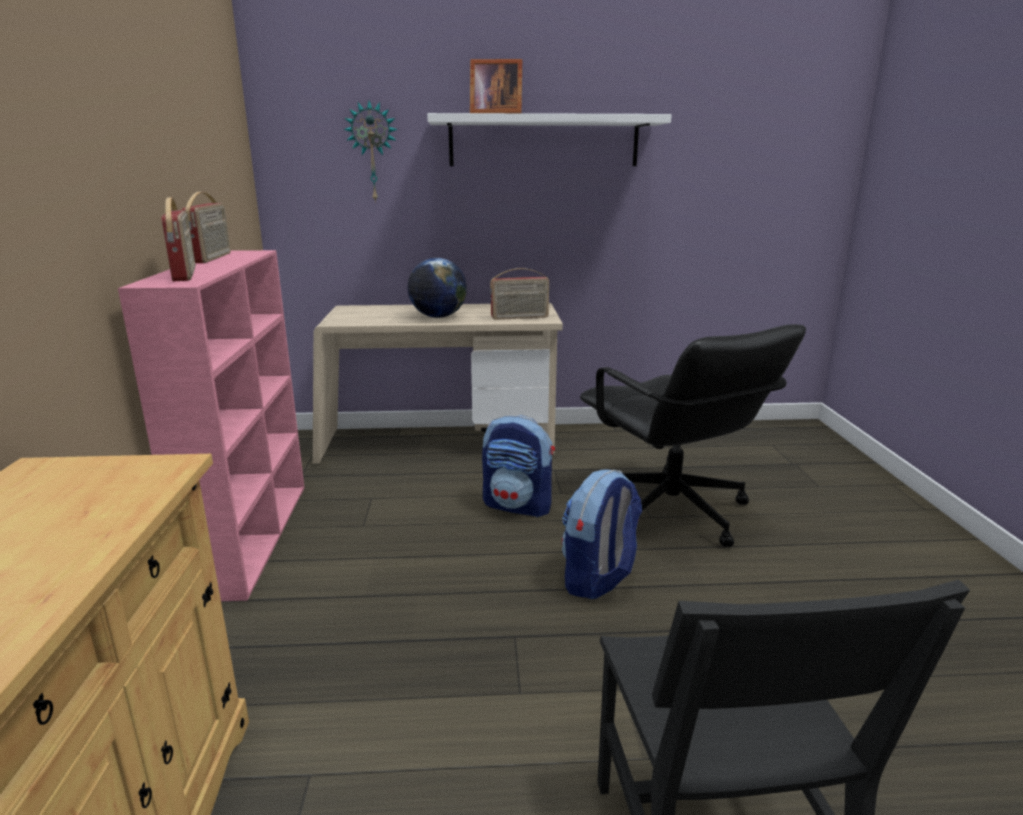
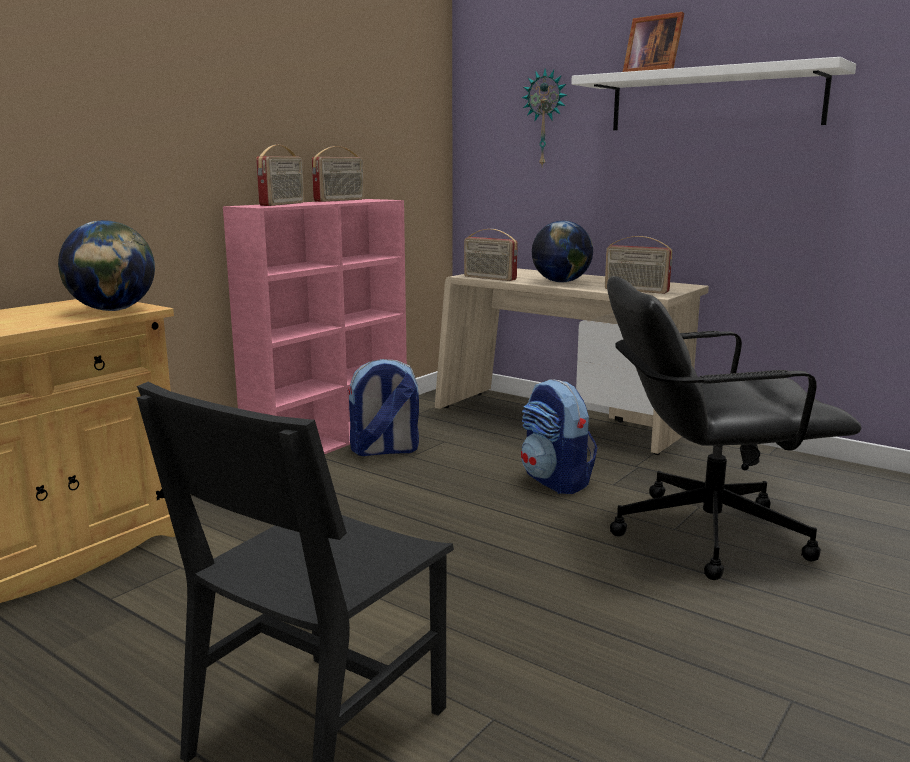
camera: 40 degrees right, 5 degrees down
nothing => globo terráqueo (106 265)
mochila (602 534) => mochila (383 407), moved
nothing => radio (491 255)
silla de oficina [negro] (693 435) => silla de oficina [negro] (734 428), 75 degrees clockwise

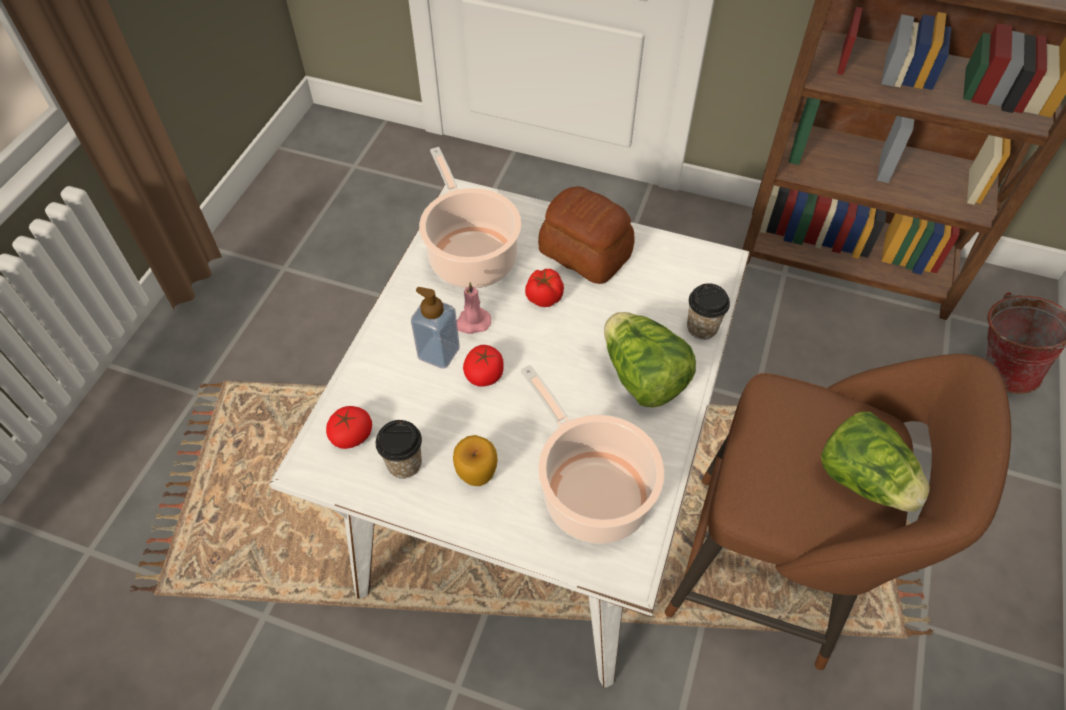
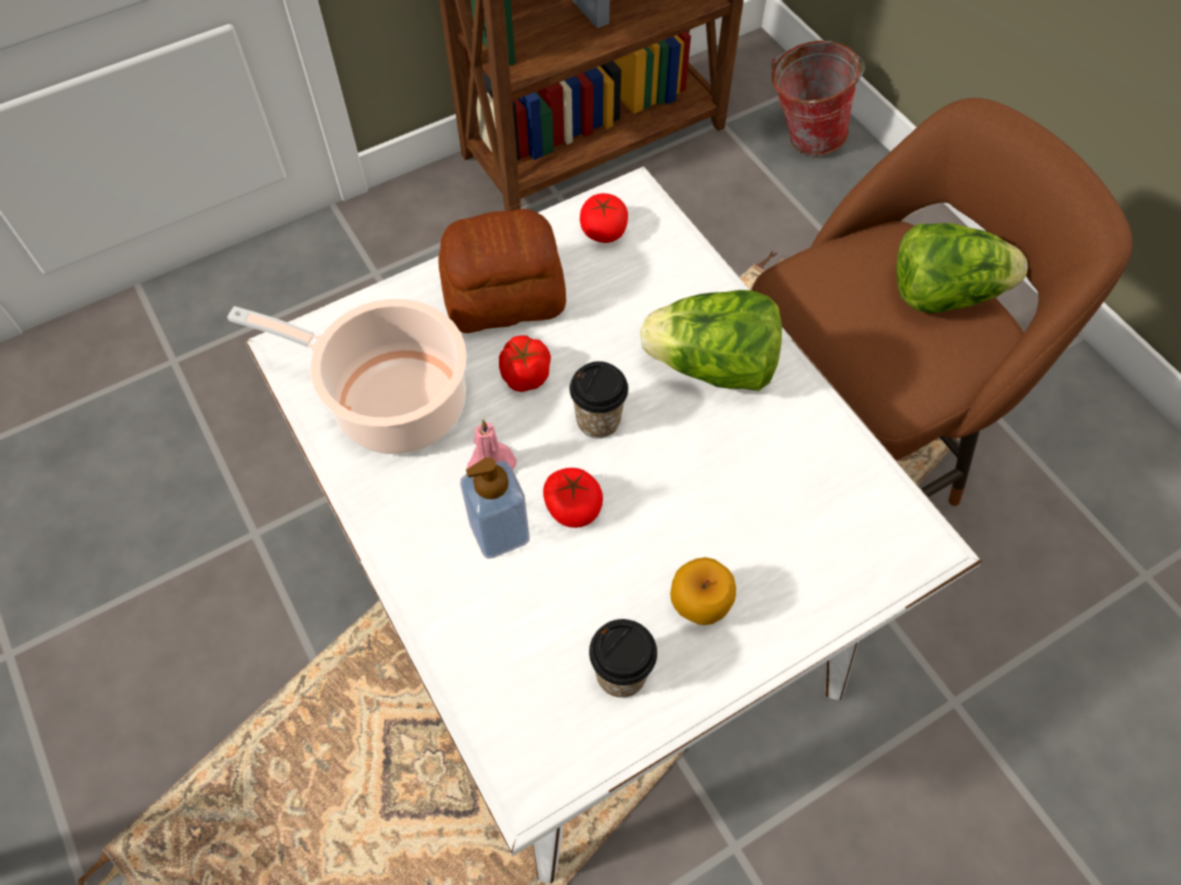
camera: 50 degrees left, 5 degrees up
taza (708 311) => taza (599 400), moved
tomate (349 427) => tomate (604 218), moved
olla (592 454) => nothing

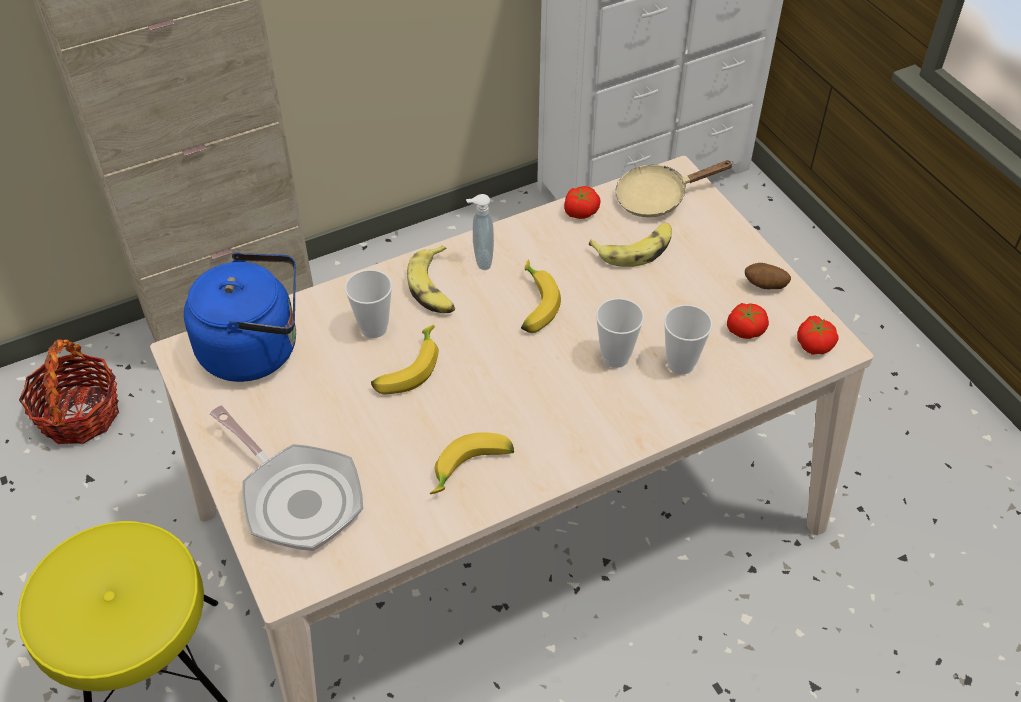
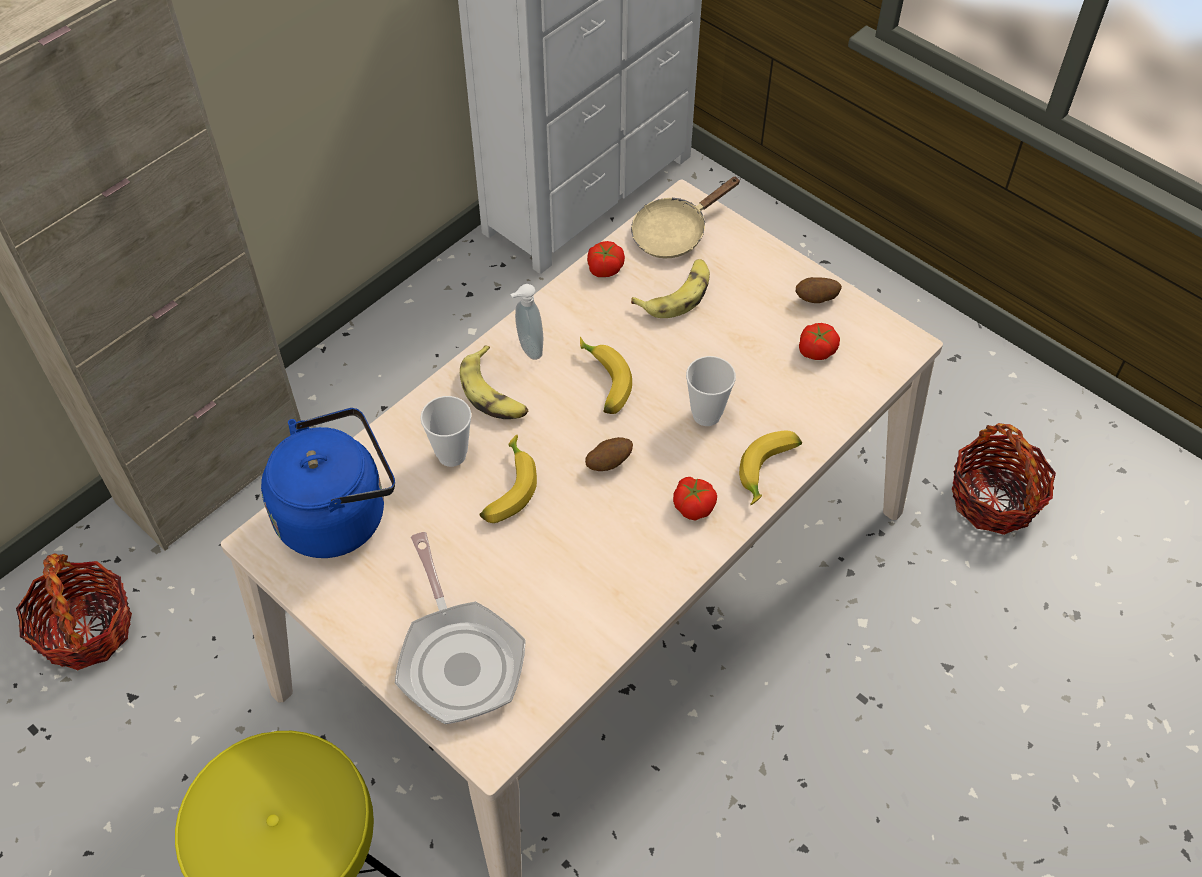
camera: 20 degrees left, 5 degrees up
sartén (286 478) => sartén (460 628), 45 degrees clockwise
nothing => patata (609 454)
tomate (817 335) => tomate (695 499), moved
plátano (472 463) => plátano (770 468), moved
nothing => cesta (1004 479)
taza (688 339) => nothing

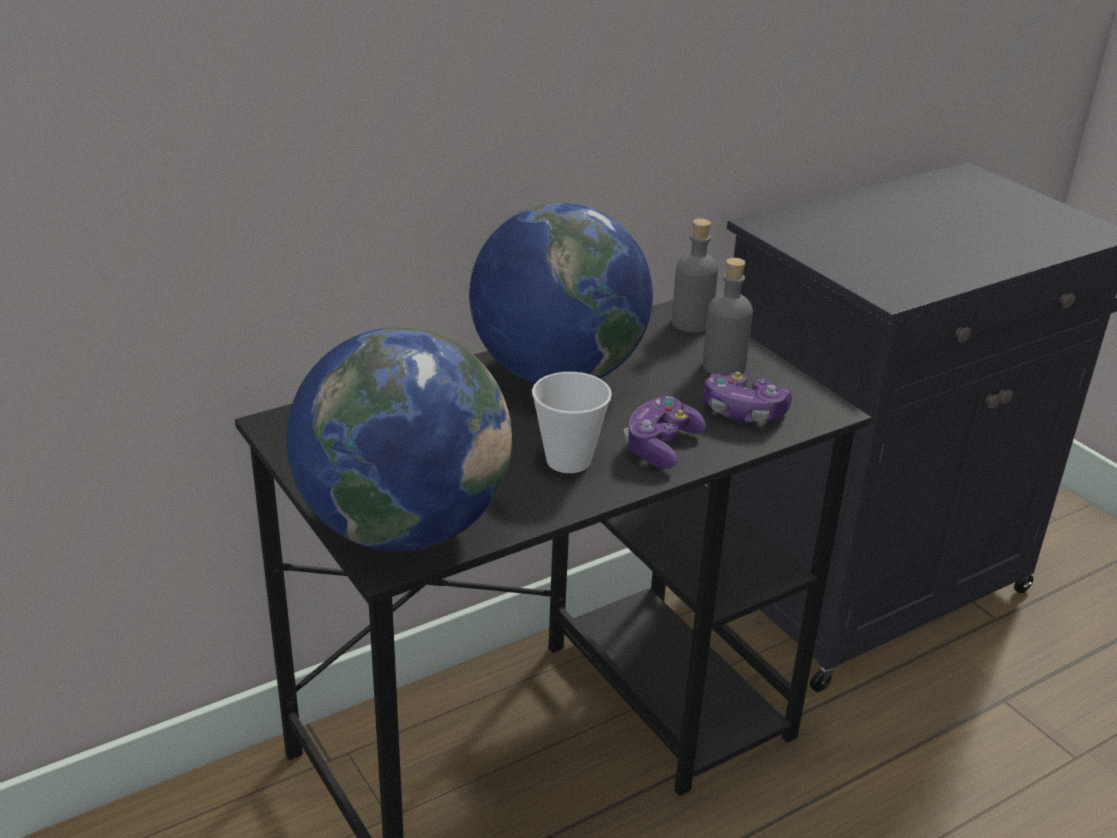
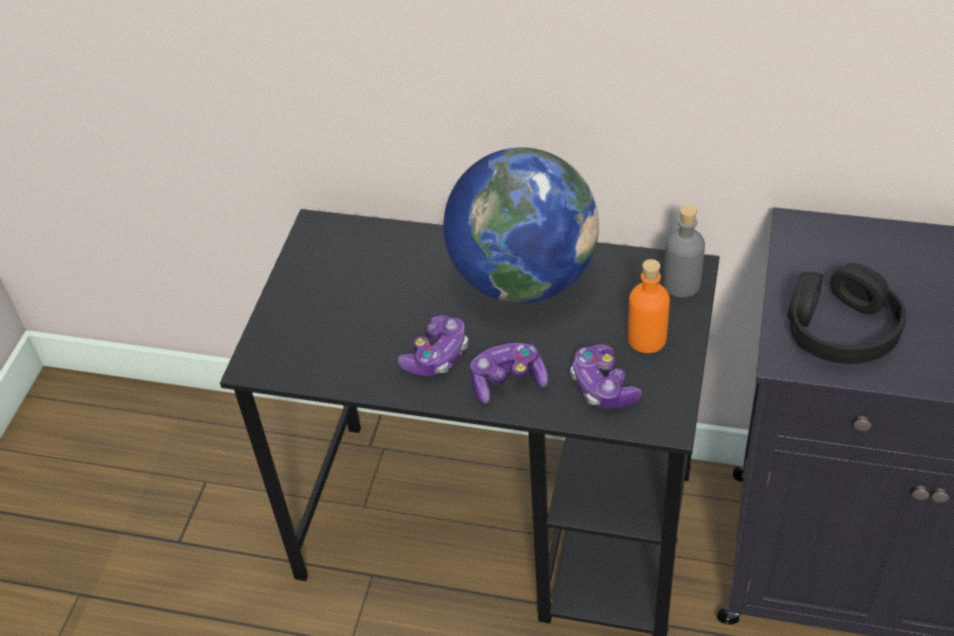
camera: 50 degrees right, 15 degrees up
taza (572 422) => mando de consola (432 345)
botella [gris] (728 317) => botella [naranja] (649 306)
nothing => auriculares [negro] (847 313)
globo terráqueo (399 439) => nothing

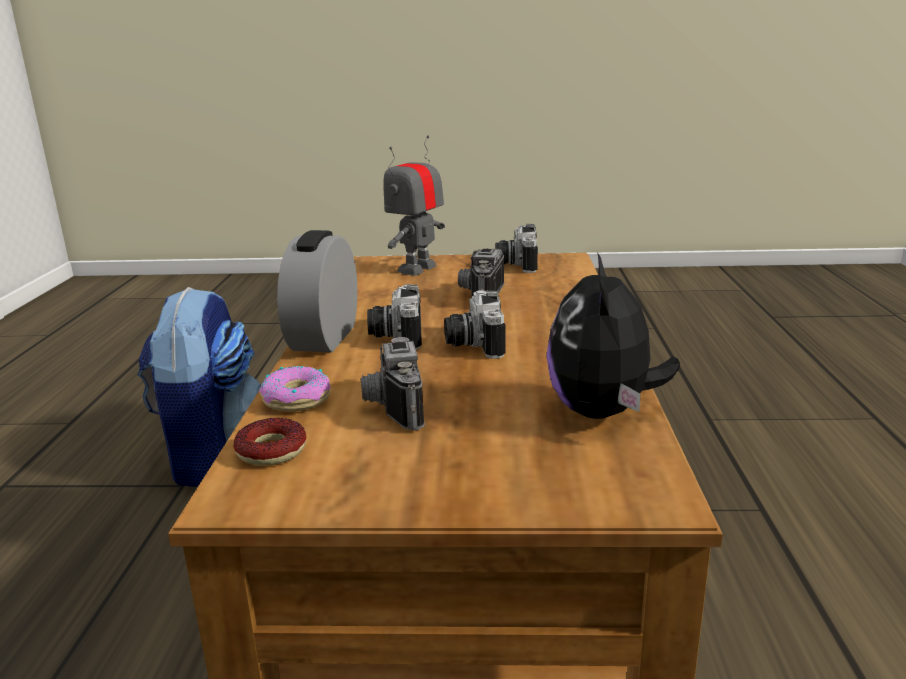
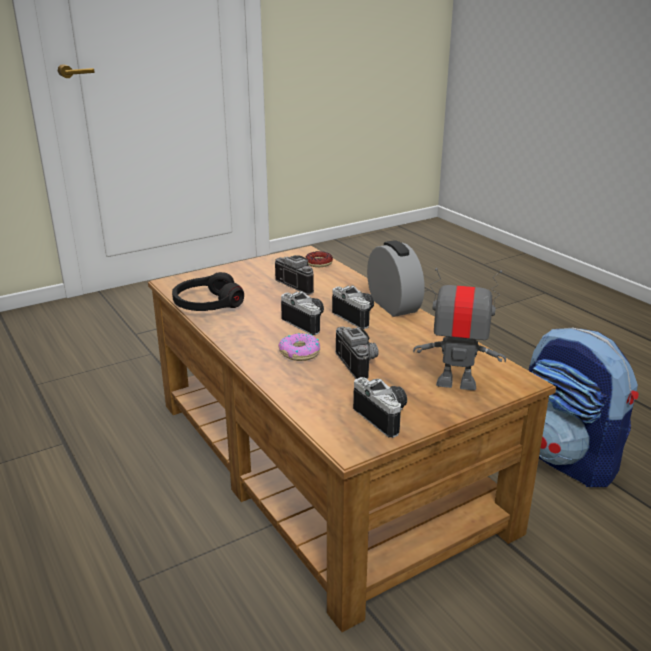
camera: 145 degrees right, 5 degrees up
peluche (613 335) => auriculares [negro] (208 291)
rosquilla (294 389) => rosquilla (299 347), moved
robot de juguete (414 205) => robot de juguete (459 329), 75 degrees counterclockwise

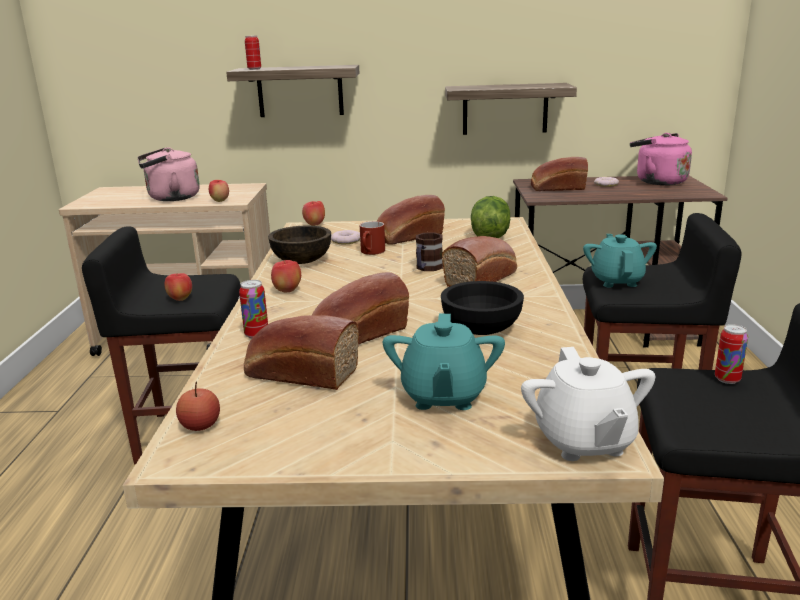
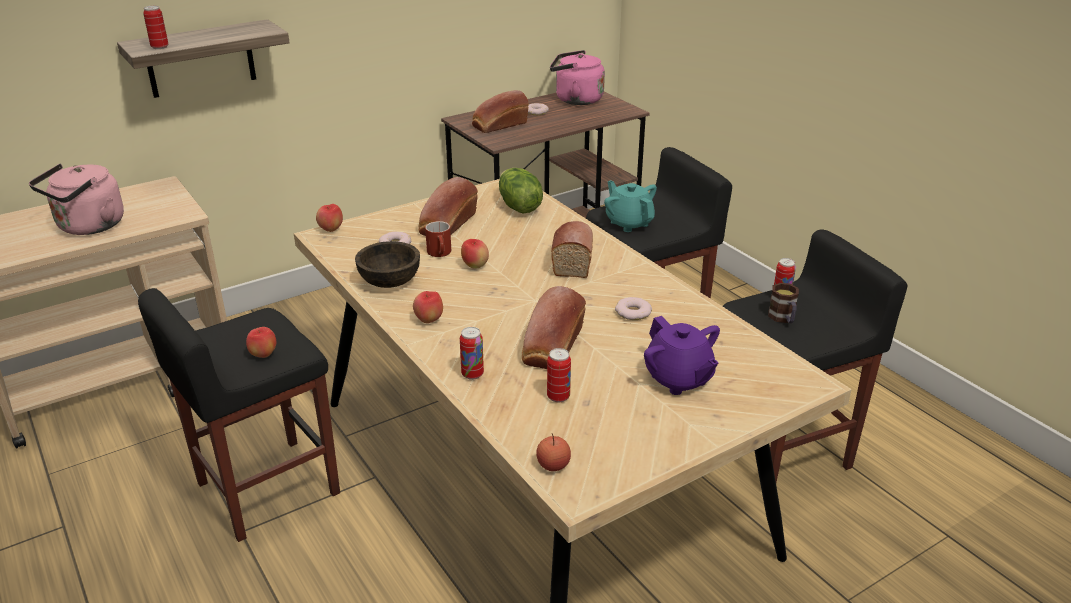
camera: 35 degrees left, 10 degrees up
manzana (219 191) => manzana (475 254), moved
pan (301 352) => lata (559 375)
cuenco [negro] (482 308) => rosquilla (633 308)
tetera [turquesa] (444 362) => tetera [morado] (682 355)
taza grande (429 252) => taza grande (783 303), moved
estante (511 109) => nothing
tetera [blanco] (588 404) => nothing

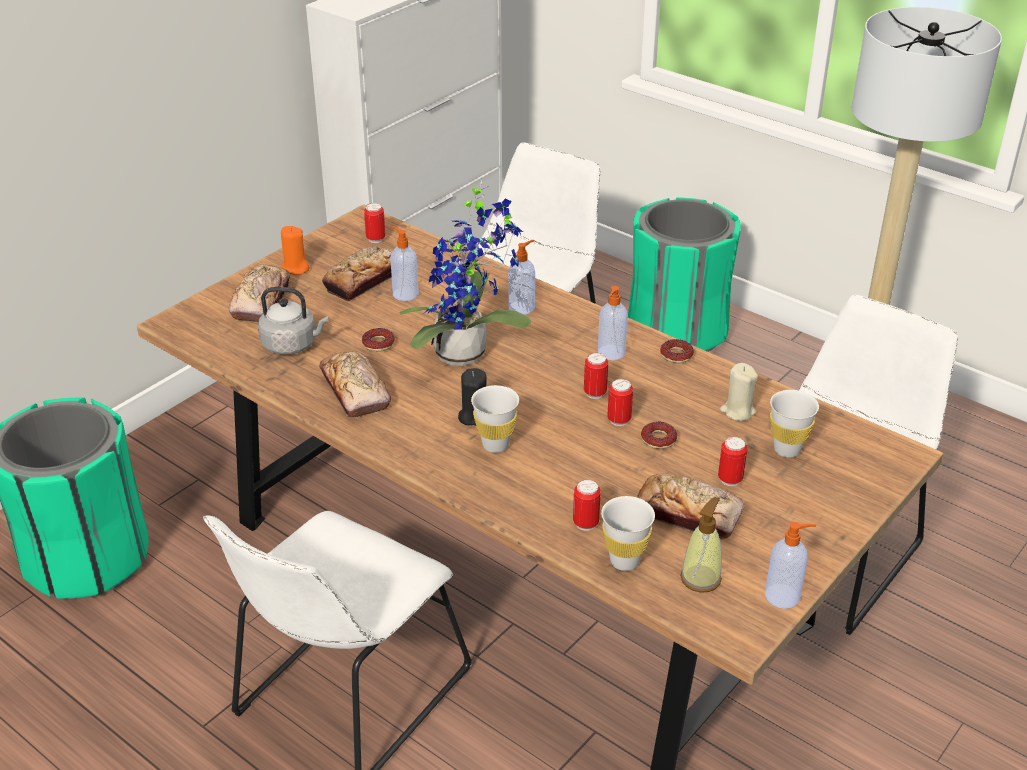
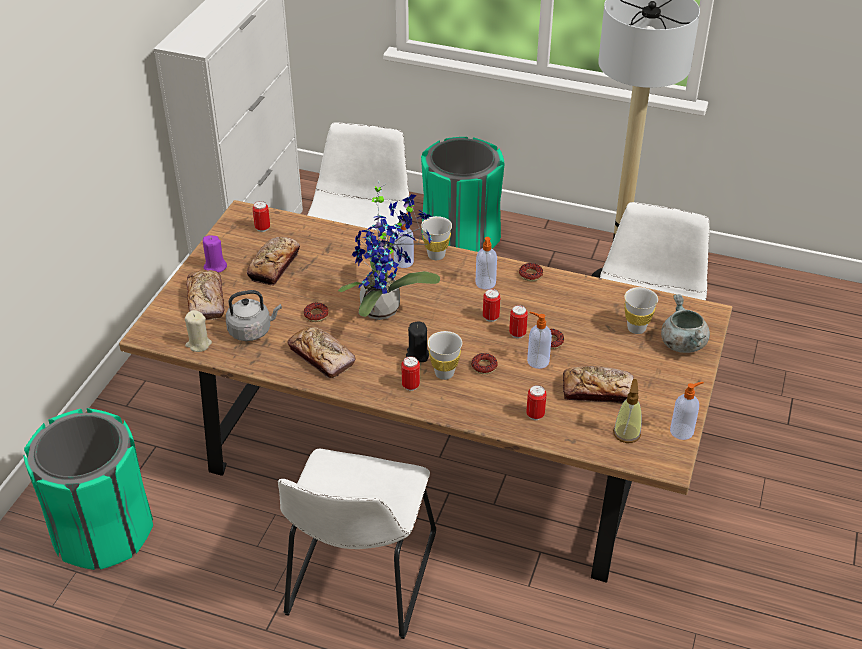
camera: 20 degrees left, 5 degrees up
vela [beis] (739 392) => vela [beis] (198 331), moved
vela [naranja] (295 250) => vela [morado] (215 254)
lata (733 461) => lata (410 373), moved
taza [blanco] (628 533) => taza [blanco] (436 238), moved
nothing => rosquilla (484 363)
dispensador de jabón (404 263) => dispensador de jabón (539 340), moved
nothing => olla [gris] (685 323)

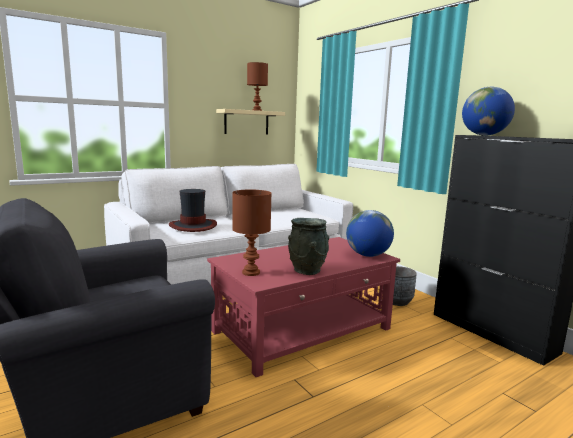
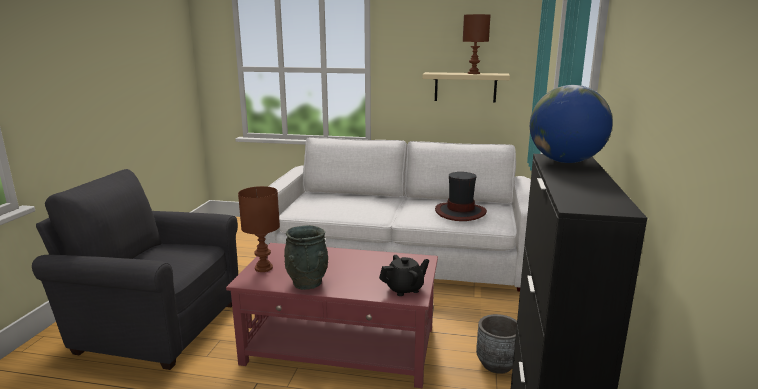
camera: 45 degrees right, 5 degrees up
globo terráqueo (370 233) => tetera [negro] (404 275)
sombrero (193 210) => sombrero (461 196), moved

